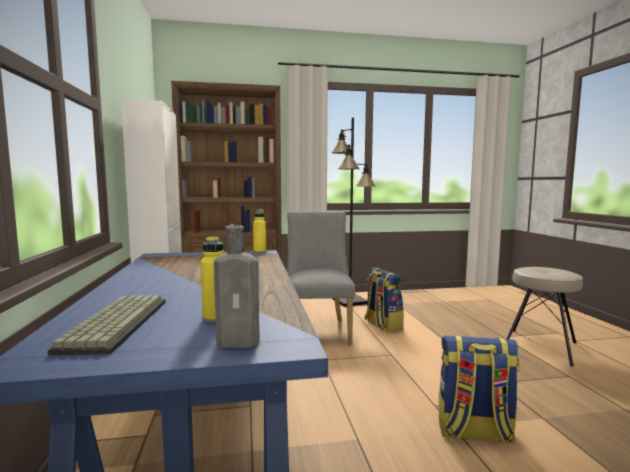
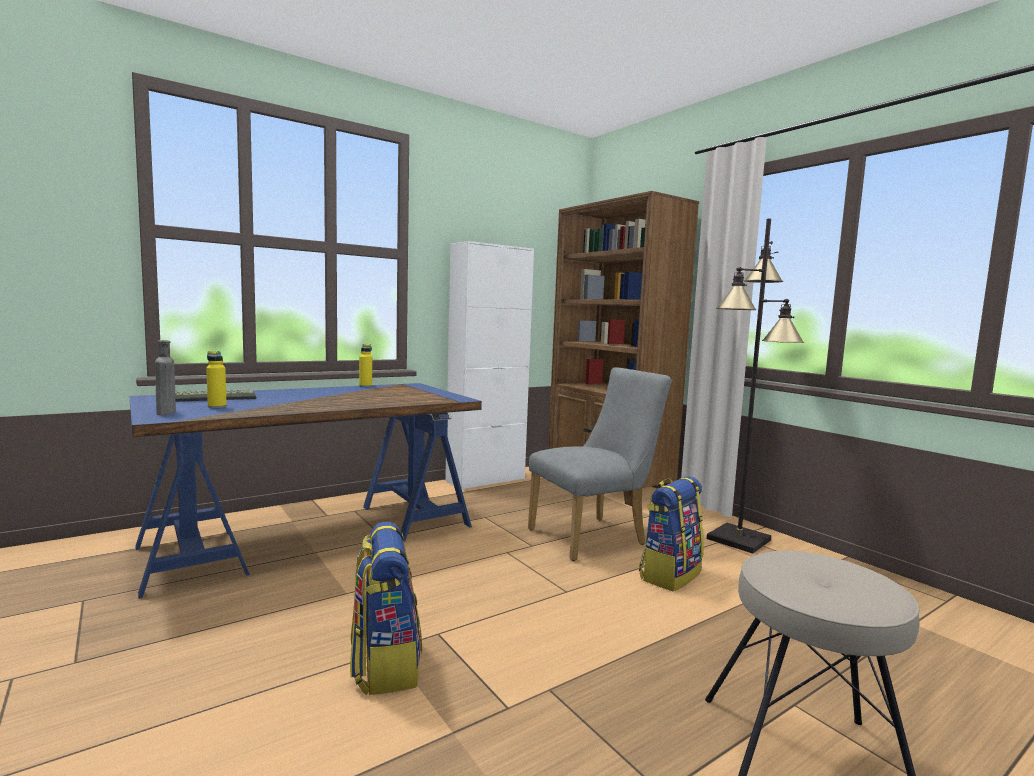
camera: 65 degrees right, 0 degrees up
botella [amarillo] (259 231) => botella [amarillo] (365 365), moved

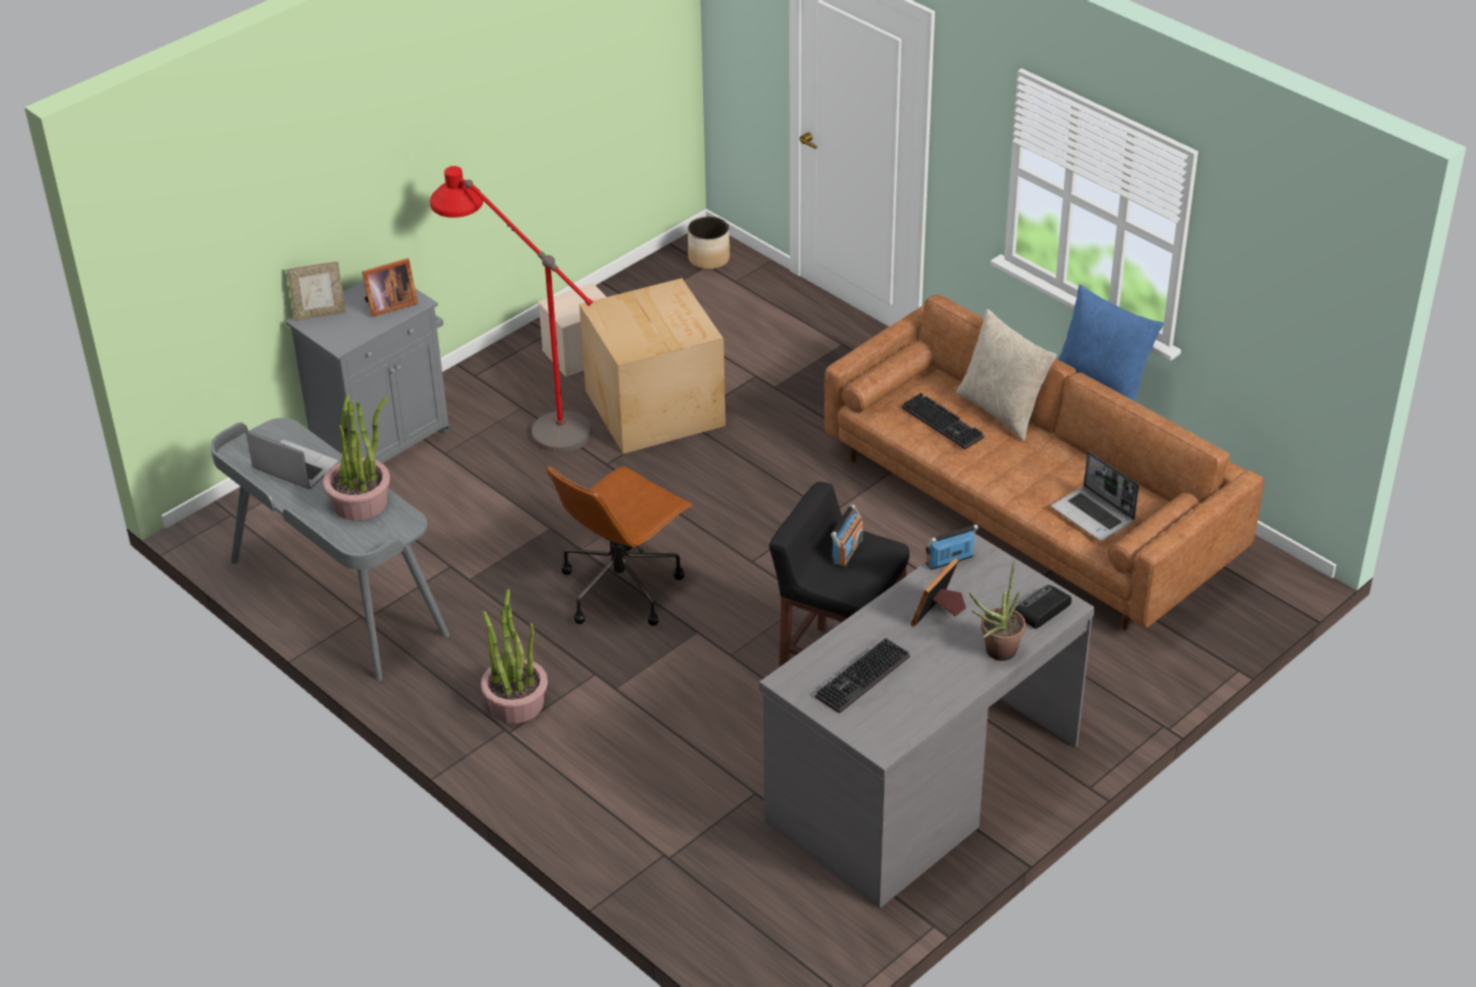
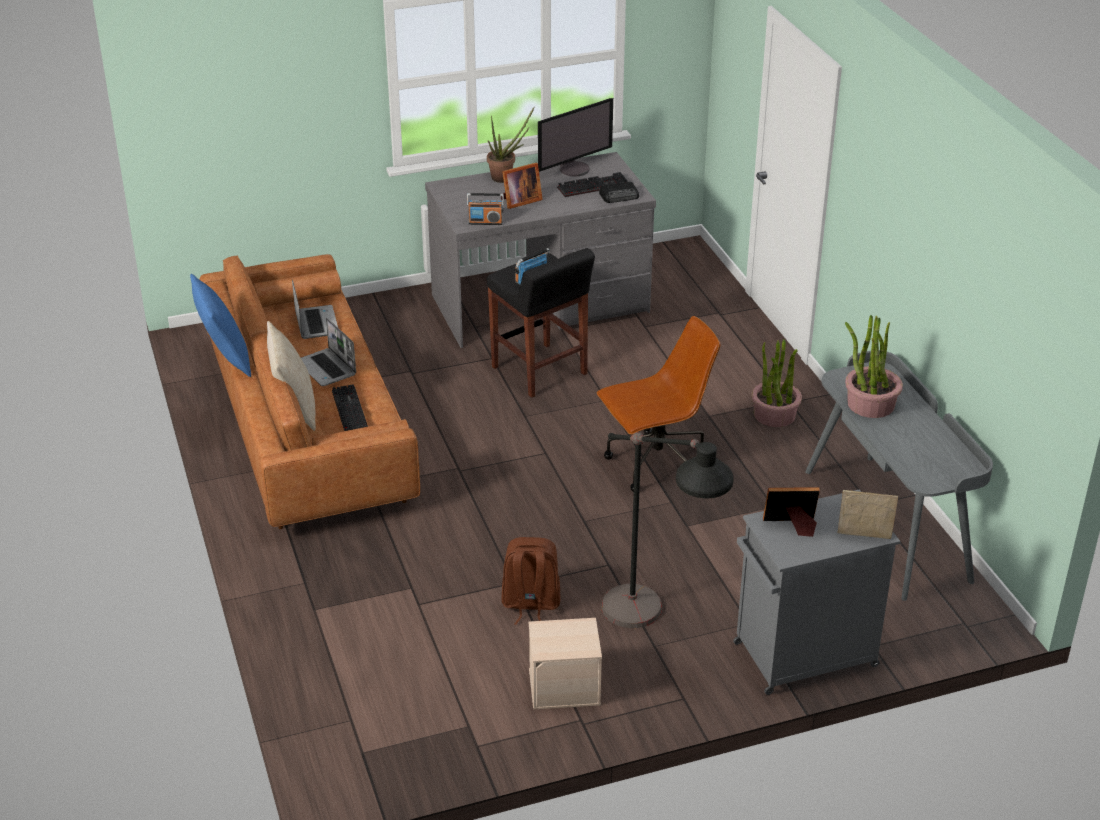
camera: 155 degrees left, 5 degrees down
portátil (292 460) => portátil (328 351), moved
caja de cartón (652 366) => mochila [marrón] (531 581)
nothing => monitor (575 137)
radio (1043 607) => radio (619 192), moved
lámpara de pie [rojo] (511 309) => lámpara de pie [negro] (667 530)
maceta (709 243) => nothing

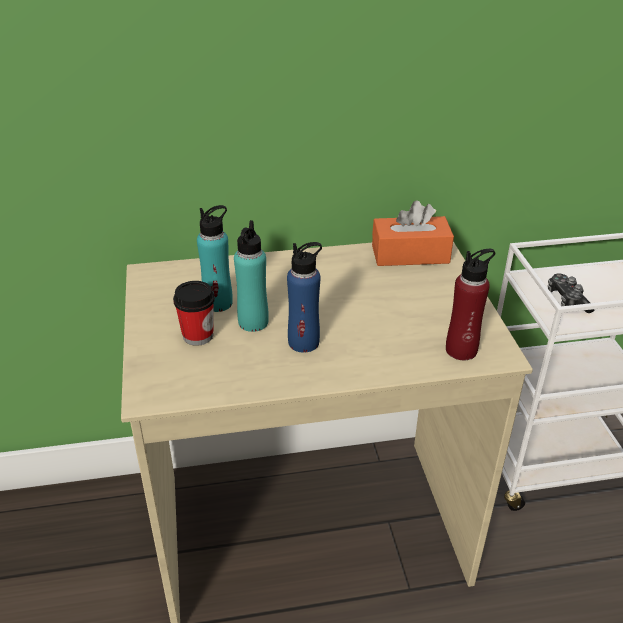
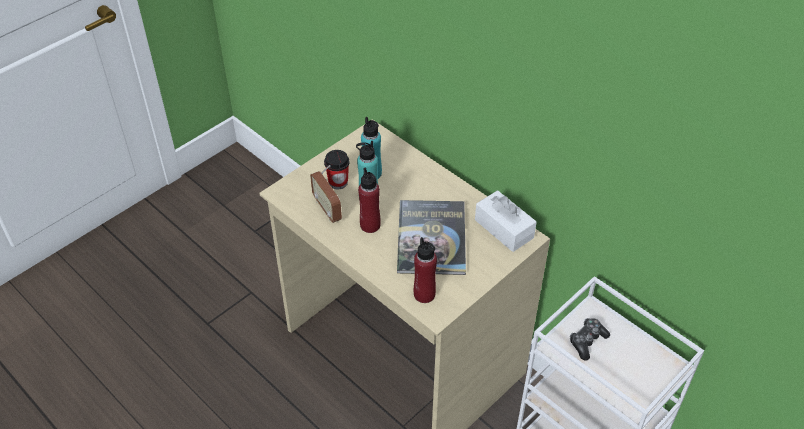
camera: 55 degrees right, 10 degrees up
nothing => radio (326 194)
botella [azul] (304 297) => botella [rojo] (369 200)
nothing => libro (431 237)
caja de pañuelos [naranja] (413 233) => caja de pañuelos [blanco] (506 221)

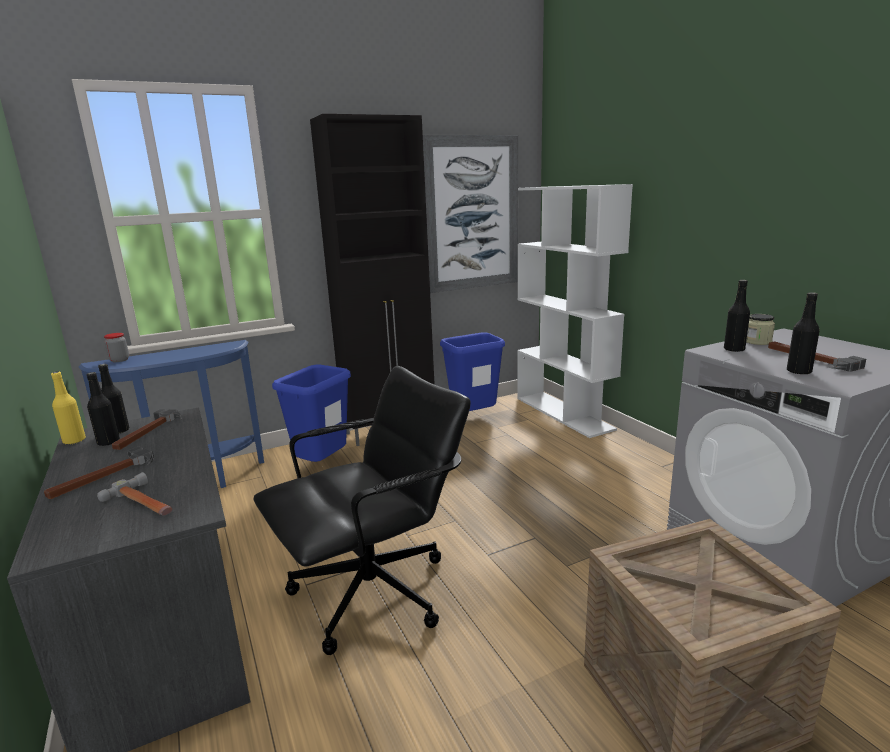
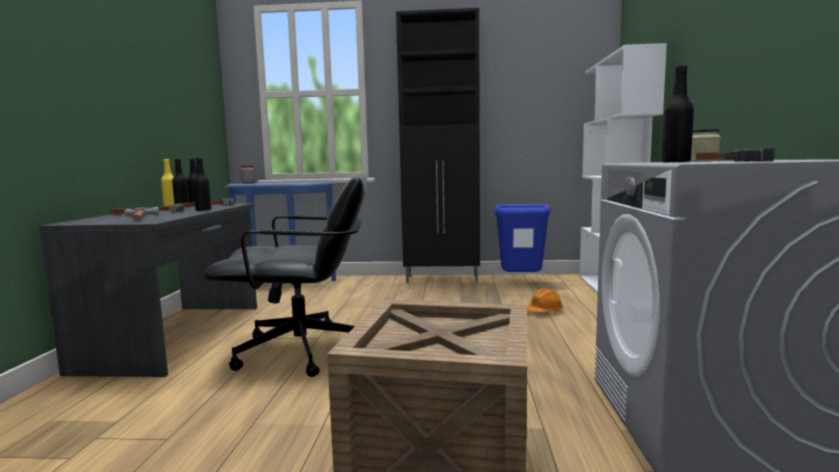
camera: 30 degrees right, 10 degrees down
botella [negro] (737 316) => botella [negro] (202 184), moved
nothing => casco [naranja] (544 300)
papelera [azul] (311 413) => nothing
cuadro (470 214) => nothing

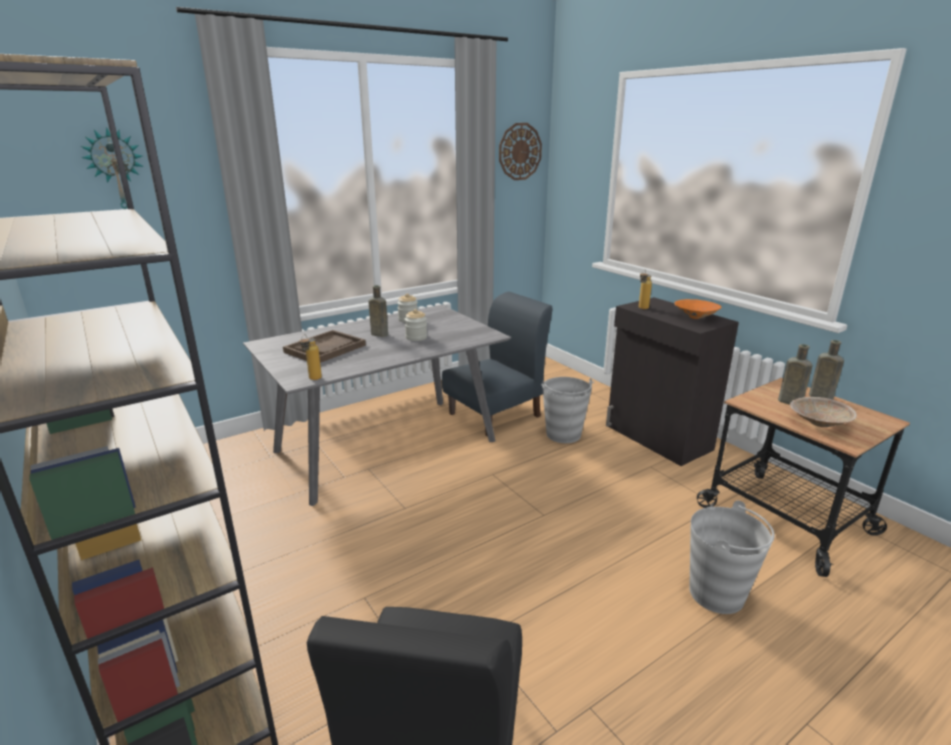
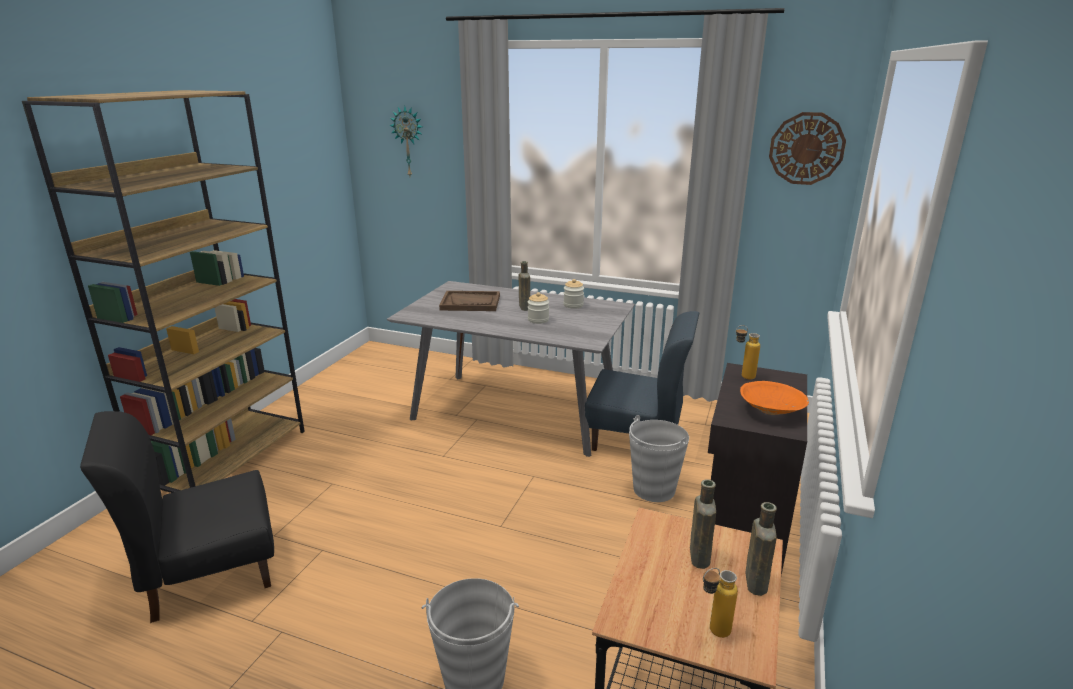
camera: 55 degrees right, 0 degrees up
botella (311 357) => botella (720 603), moved
cuenco [beis] (823 412) => nothing

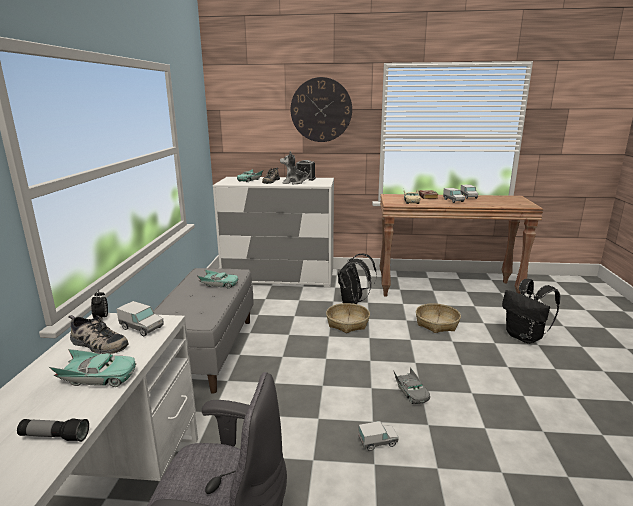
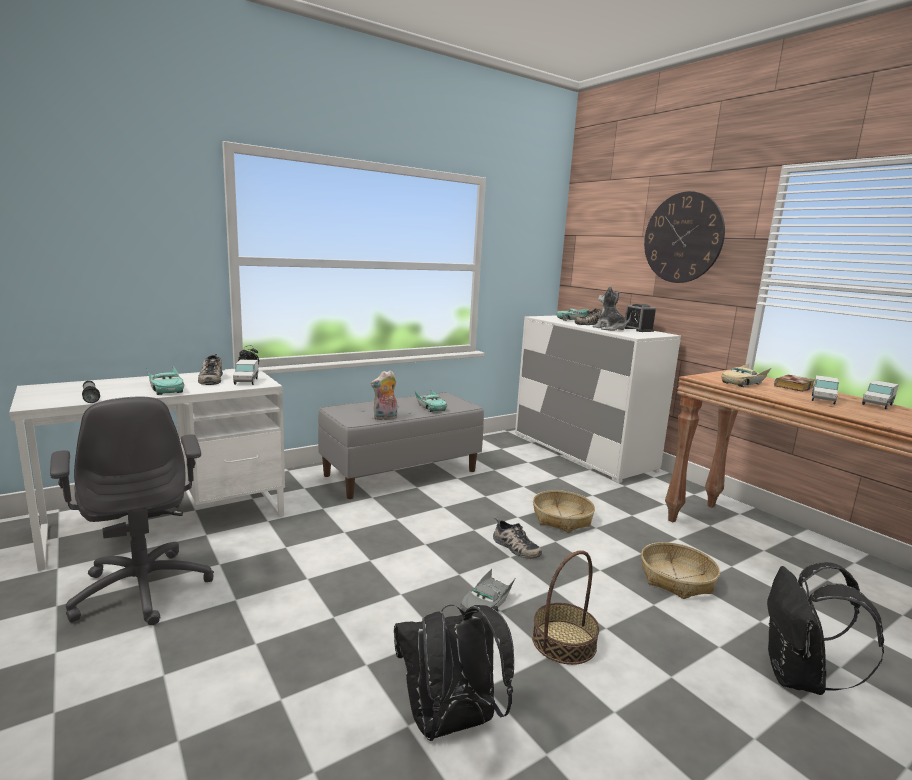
camera: 50 degrees right, 5 degrees down
nothing => peluche (384 395)
mochila [negro] (357 279) => mochila [negro] (454 673), moved
nothing => zapato (517 538)
nothing => cesta (565 607)
camión de juguete (378 436) => nothing

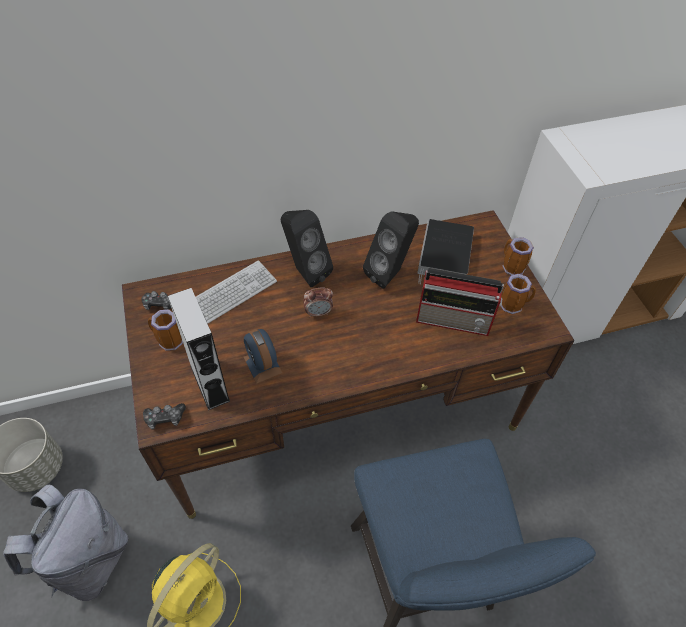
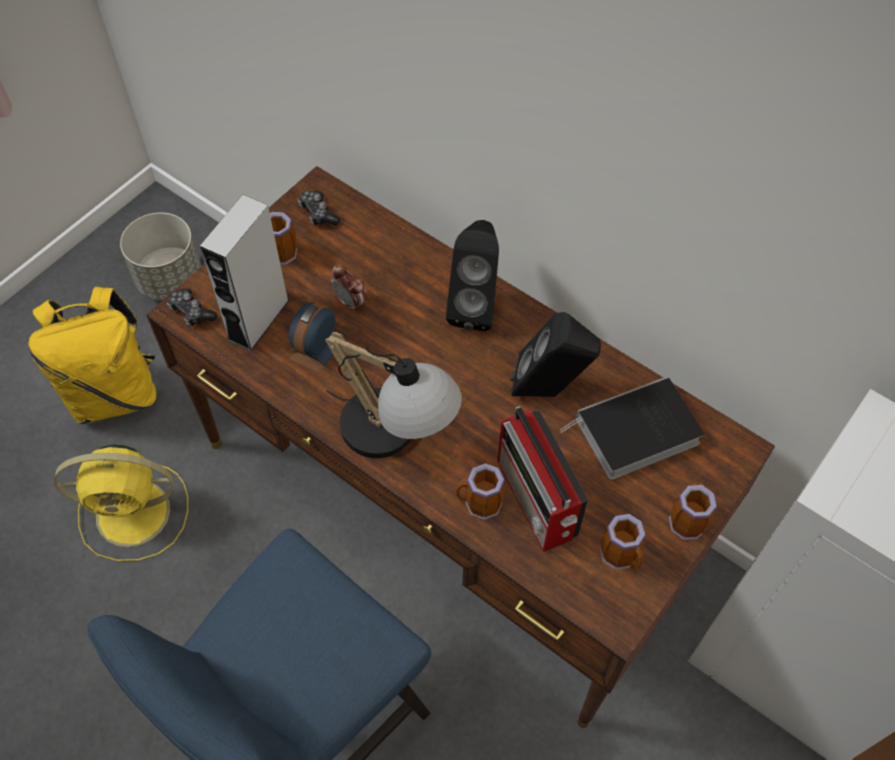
camera: 55 degrees right, 5 degrees up
mochila [gris] (65 543) => mochila [amarillo] (93 355)
nothing => lámpara de mesa (393 395)
despertador (318 302) => despertador (348 288), moved
nothing => taza grande (480 491)
teclado (236 292) => nothing

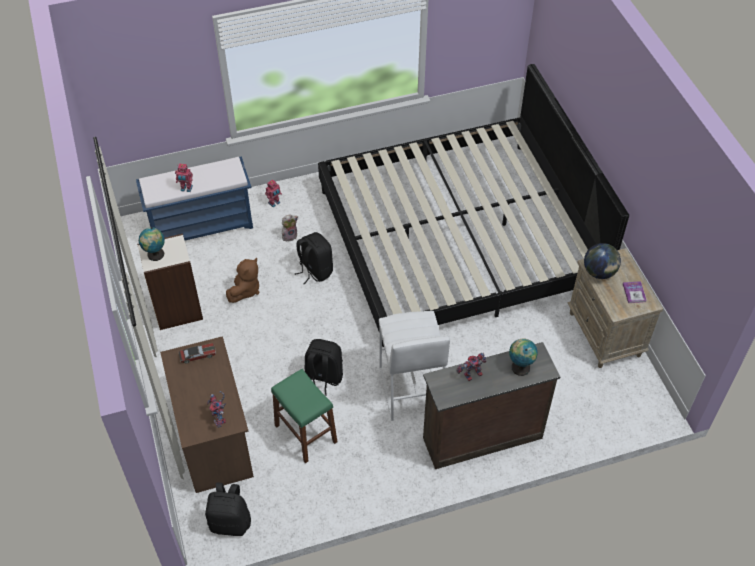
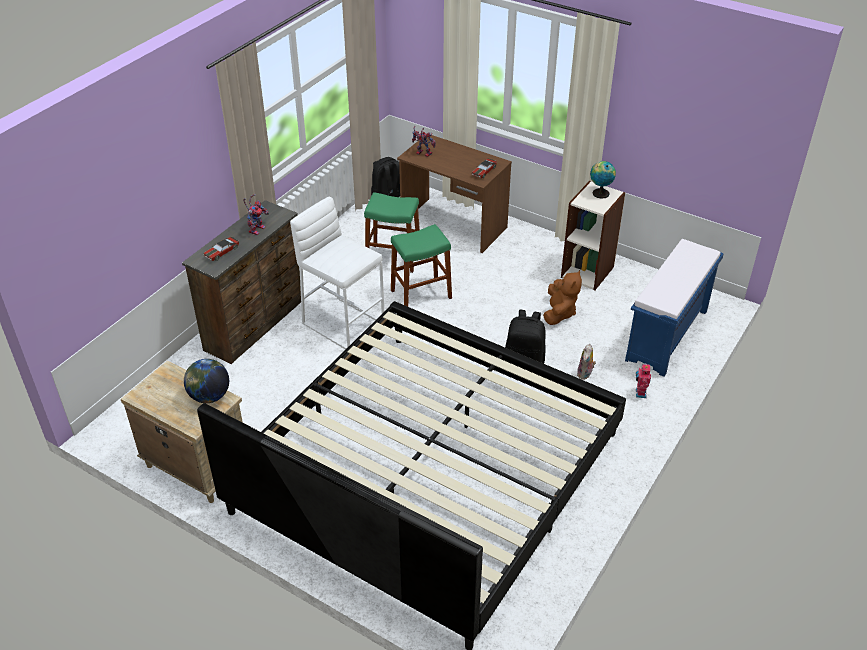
camera: 140 degrees right, 10 degrees down
globo terráqueo (523 357) => coche de juguete (221 249)
mochila [negro] (324 367) => taburete [verde] (421 265)
peluche [marrón] (242 280) => peluche [marrón] (562 297), 150 degrees counterclockwise
robot de juguete (184 177) => nothing
libro (635 292) => nothing

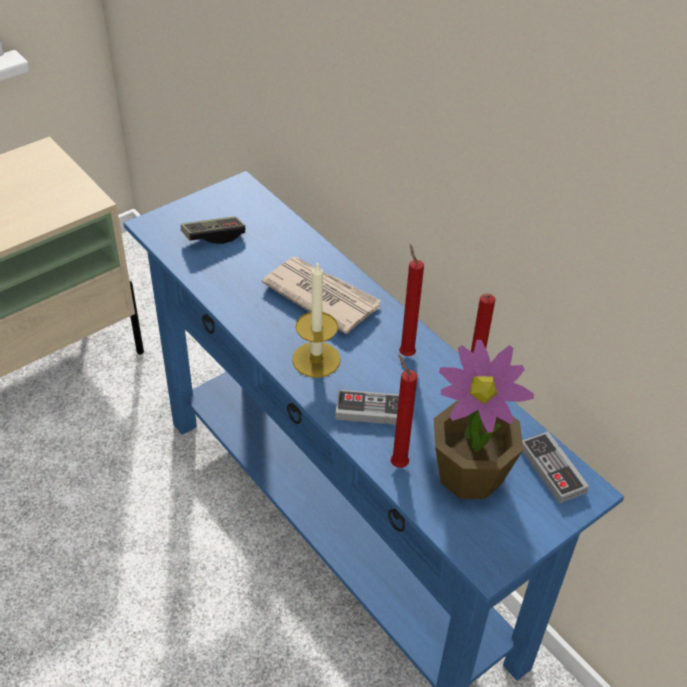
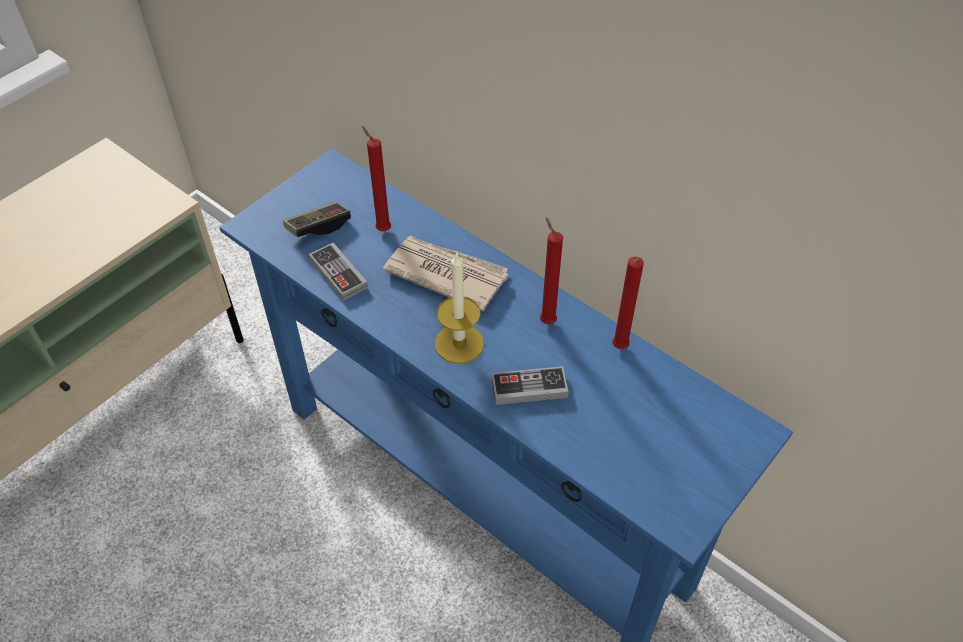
camera: 10 degrees left, 5 degrees up
mando de consola (555 467) => mando de consola (338 271), moved
vela [rojo] (404 411) => vela [rojo] (376 178), moved
planta en maceta (484 419) => nothing

